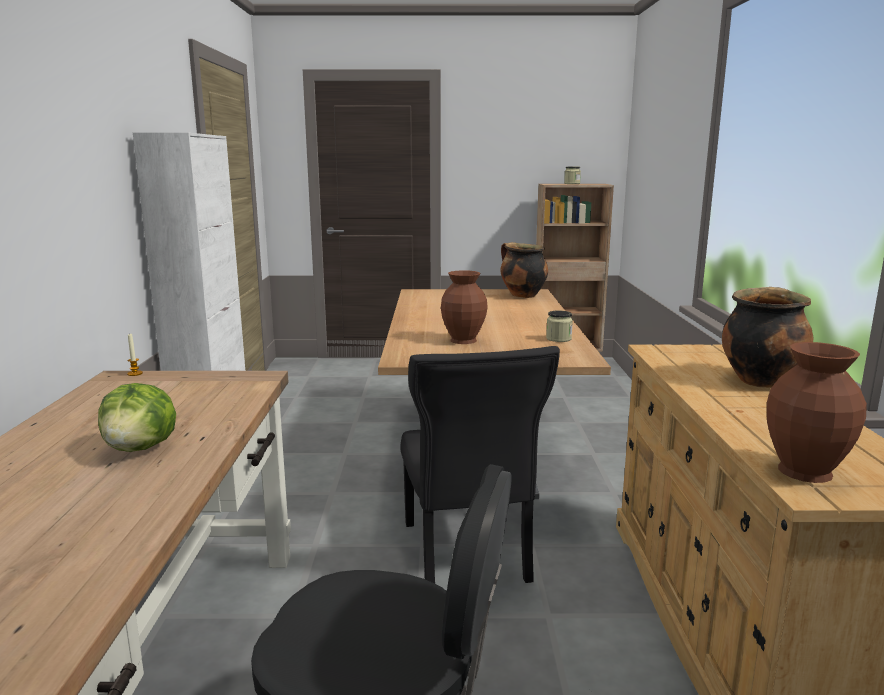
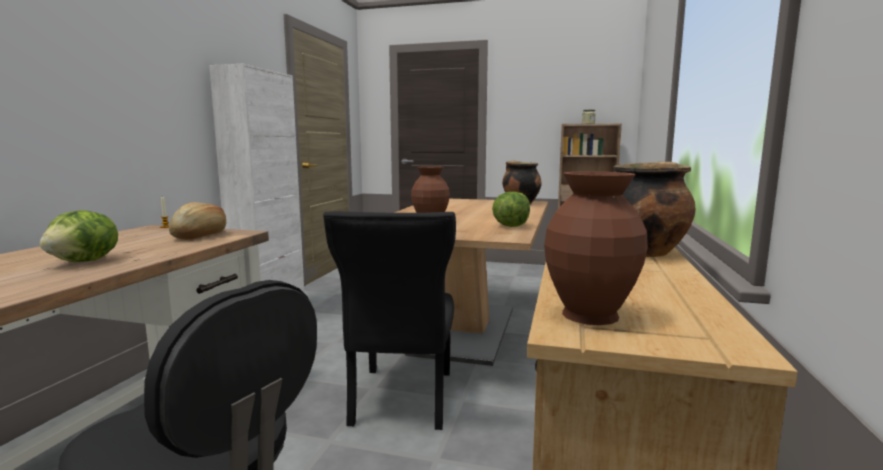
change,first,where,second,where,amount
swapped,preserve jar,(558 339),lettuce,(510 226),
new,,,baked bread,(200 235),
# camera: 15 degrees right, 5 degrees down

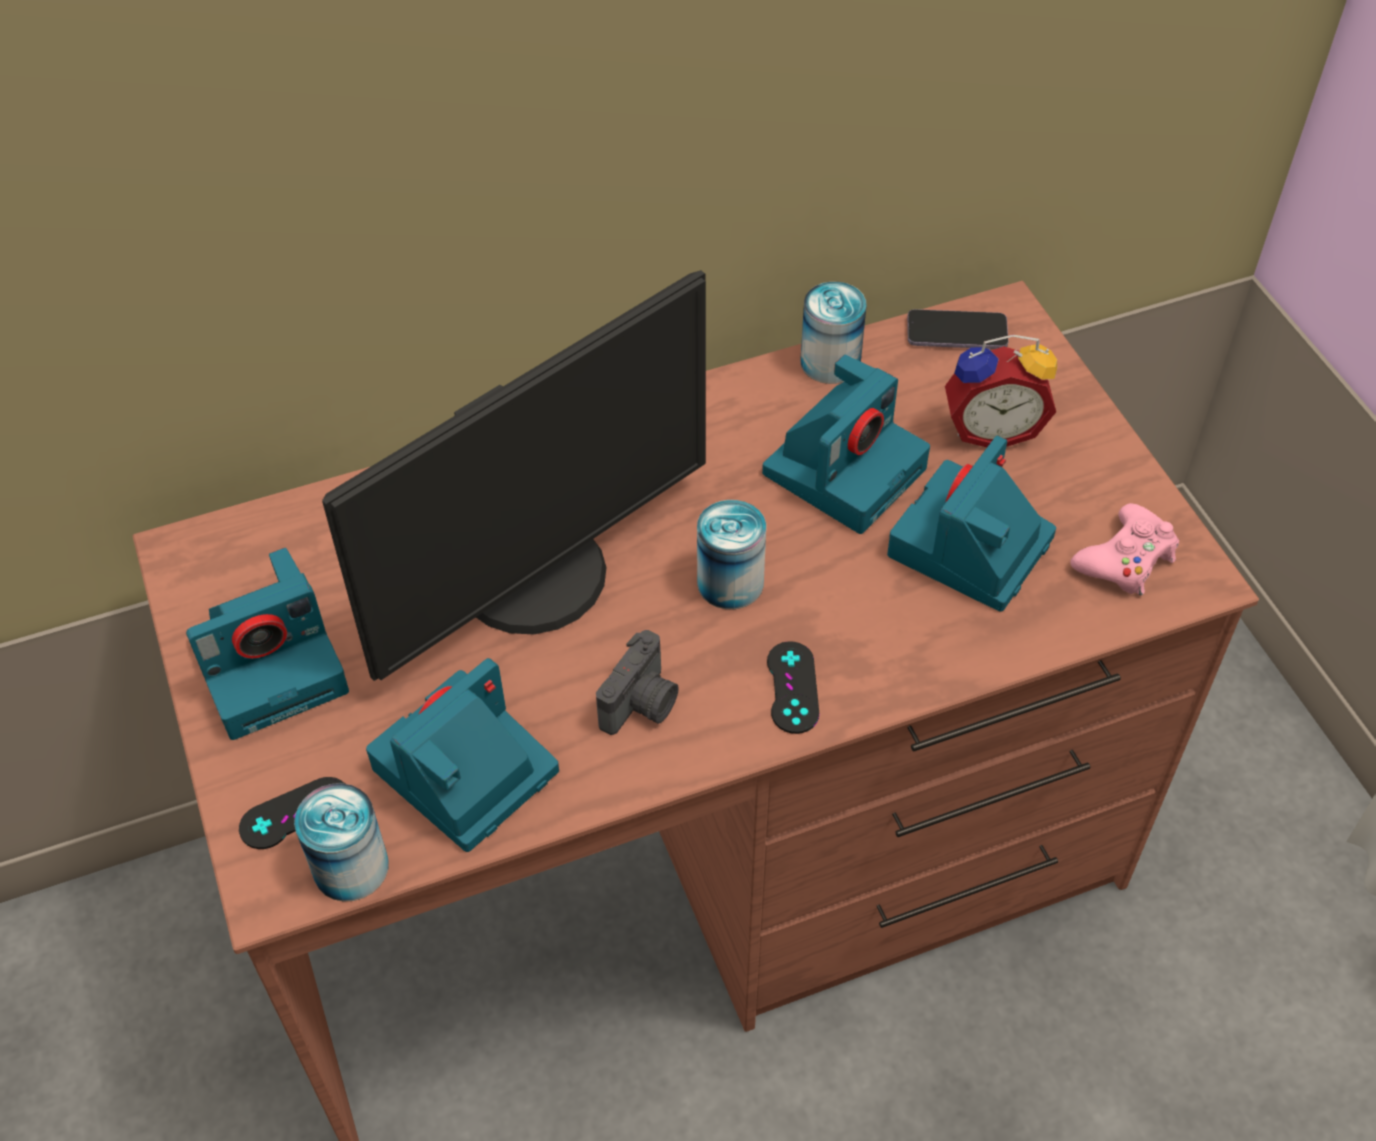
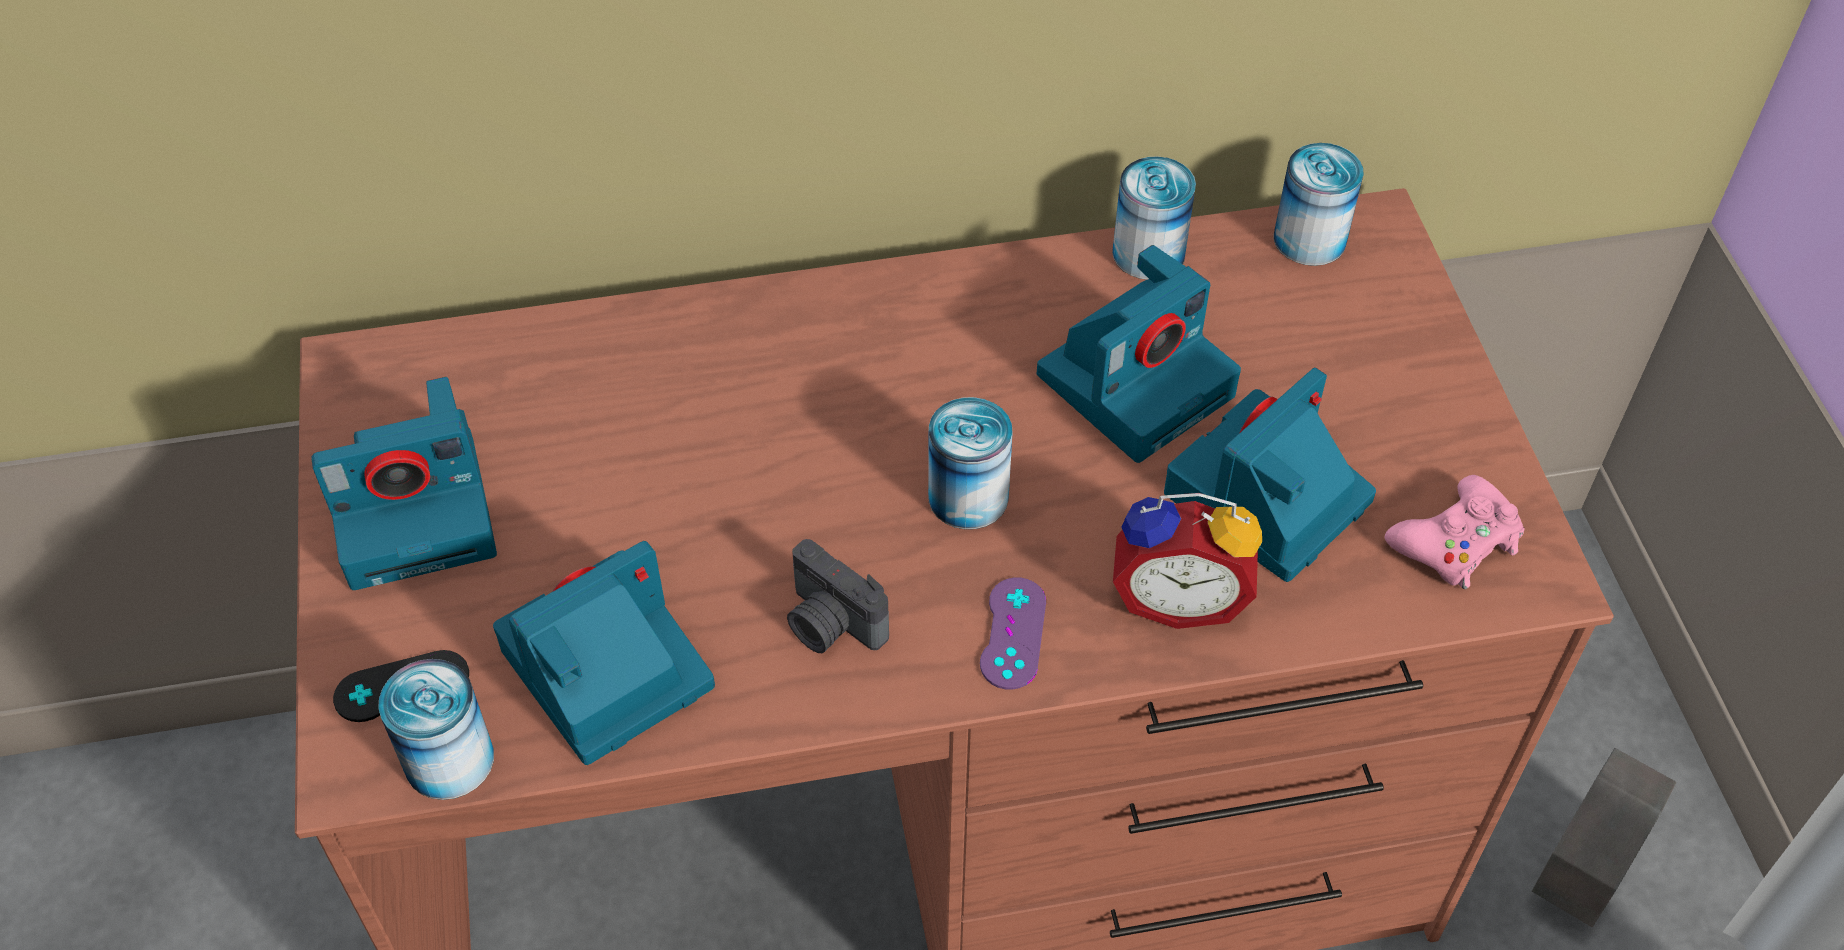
change,first,where,second,where,amount
gone,monitor,(537 579),,,
rotated,still camera,(642 704),,(830 624),90 degrees clockwise
repainted,gamepad (black),(792 687),gamepad (purplish),(1013 633),
swapped,handset,(956 332),sealed can,(1309 239),
shifted,alarm clock,(991 428),,(1178 597),
new,,,plant pot (greyish),(1579 876),
# camera: 10 degrees right, 0 degrees up

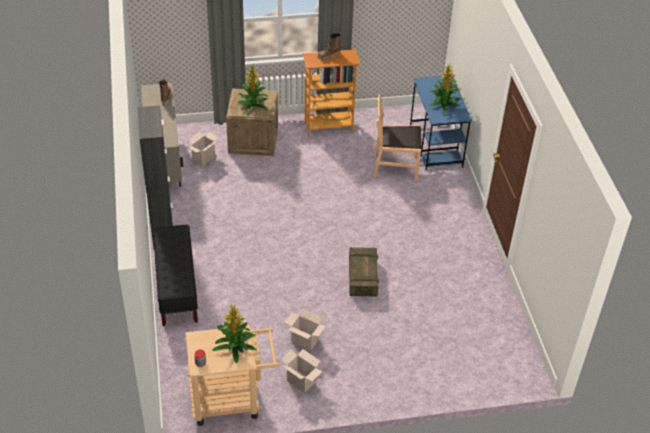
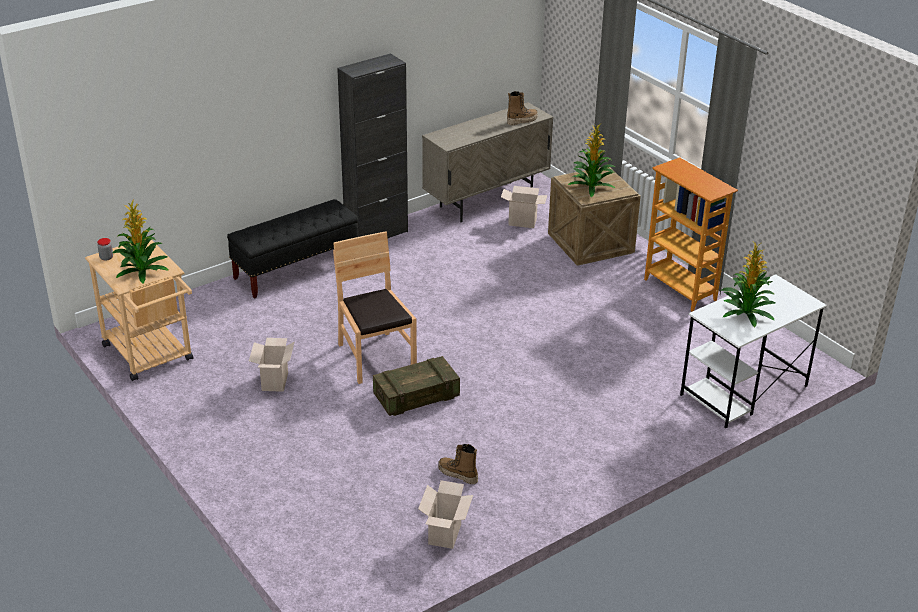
change,first,where,second,where,amount
shifted,packing box,(302 381),,(445 535),
shifted,high-top boot,(328 56),,(458 475),
shifted,upright chair (brown-coloured),(395 166),,(375 357),
repainted,desk table (blue-coloured),(436 146),desk table (whitish),(743 391),
# camera: 65 degrees right, 10 degrees down

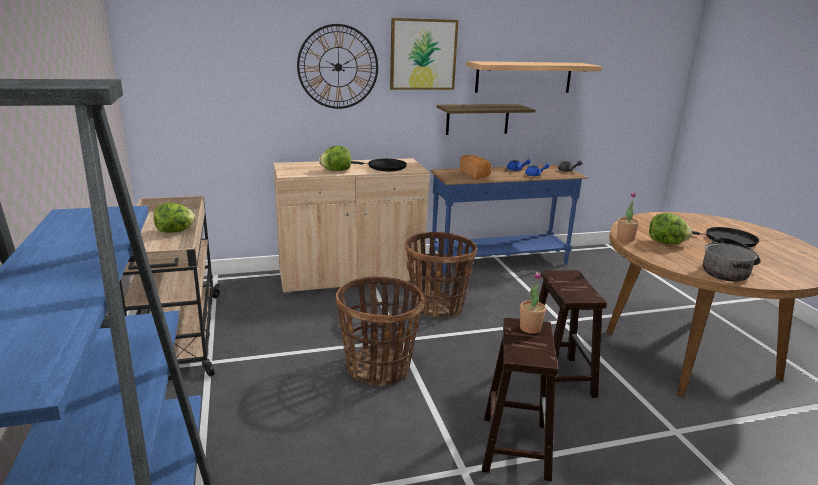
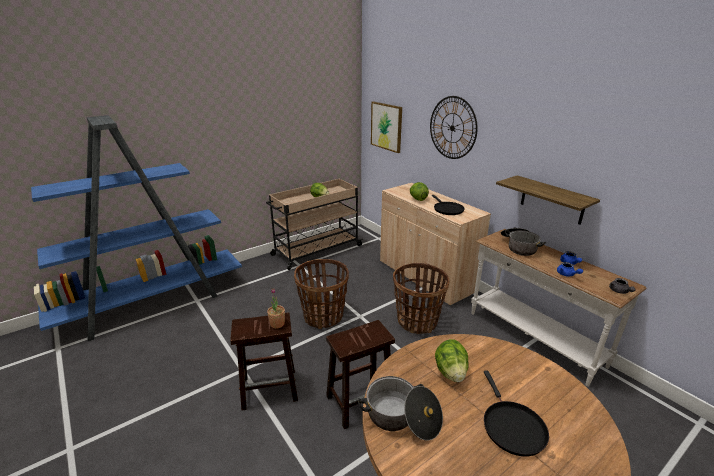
change,first,where,second,where,amount
shifted,picture,(423 54),,(386 126),
repainted,console table (blue-coloured),(499 262),console table (whitish),(533 339),
swapped,baked bread,(475 174),saucepot,(519 247),
gone,bracket shelf,(524 77),,,
gone,potted plant,(625 239),,,
# camera: 70 degrees right, 5 degrees up

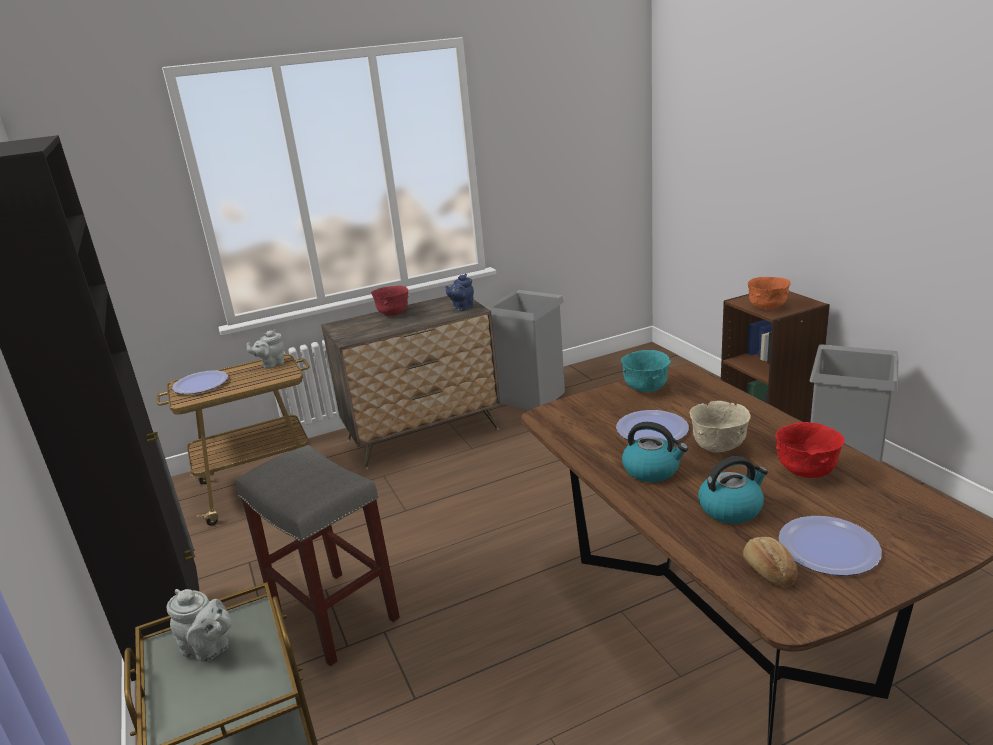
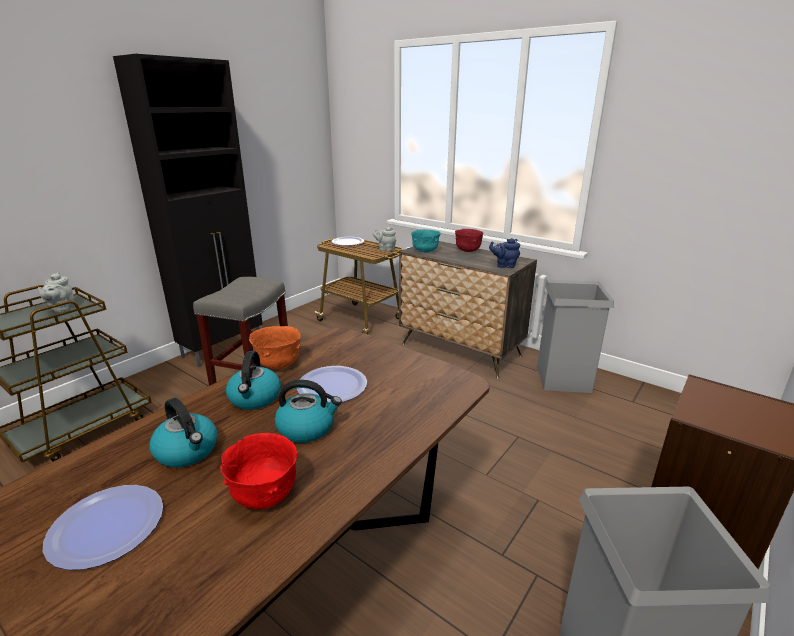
change,first,where,second,where,amount
shifted,serving bowl (blue-green),(645 389),,(425 251),
swapped,serving bowl (beige),(718 447),kettle,(307 428),
gone,baked bread,(768 571),,,
shifted,serving bowl (orange-coloured),(767 308),,(278 365),
# camera: 60 degrees right, 0 degrees up

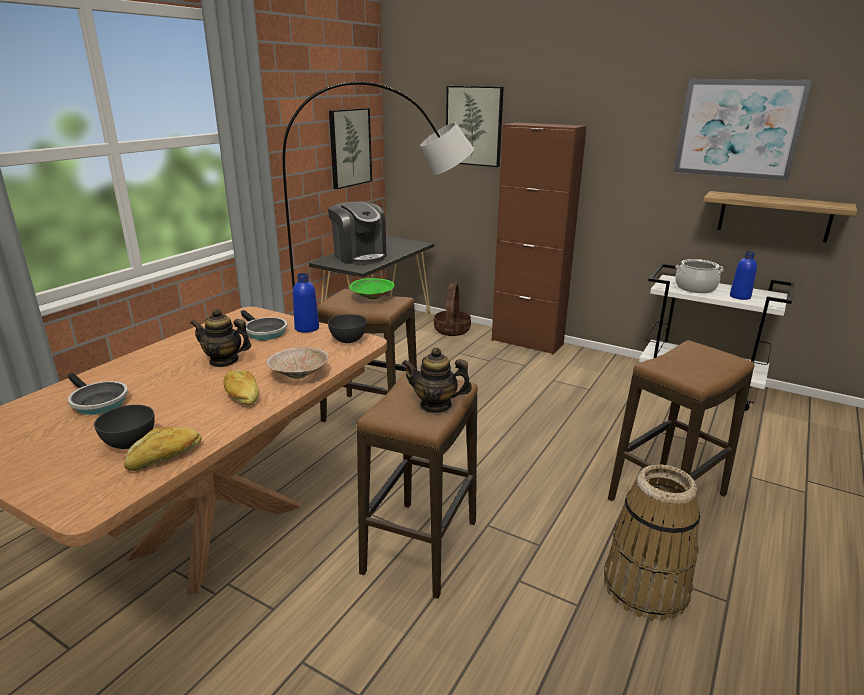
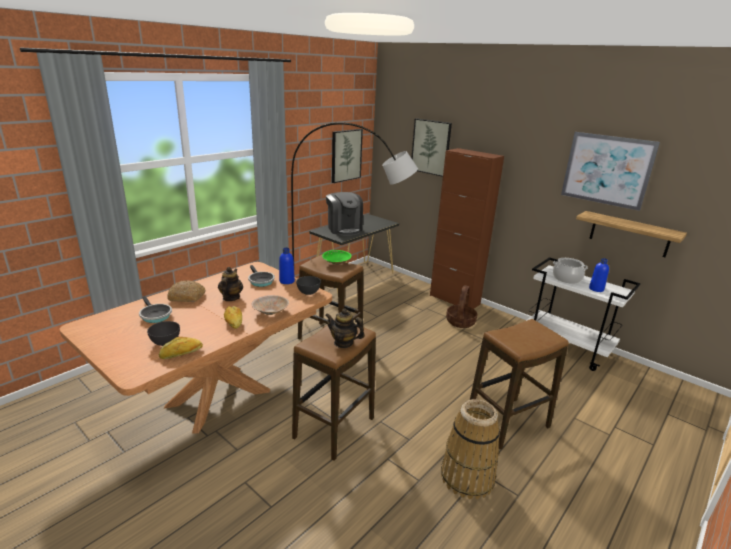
change,first,where,second,where,amount
rotated,tea pot,(224 361),,(231 298),75 degrees clockwise
shifted,household basket,(452 330),,(460 322),
new,,,baked bread,(187 296),
# camera: 10 degrees right, 0 degrees up

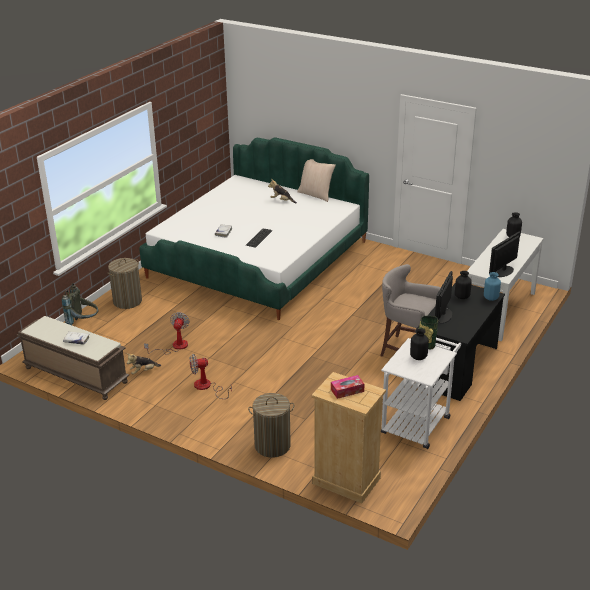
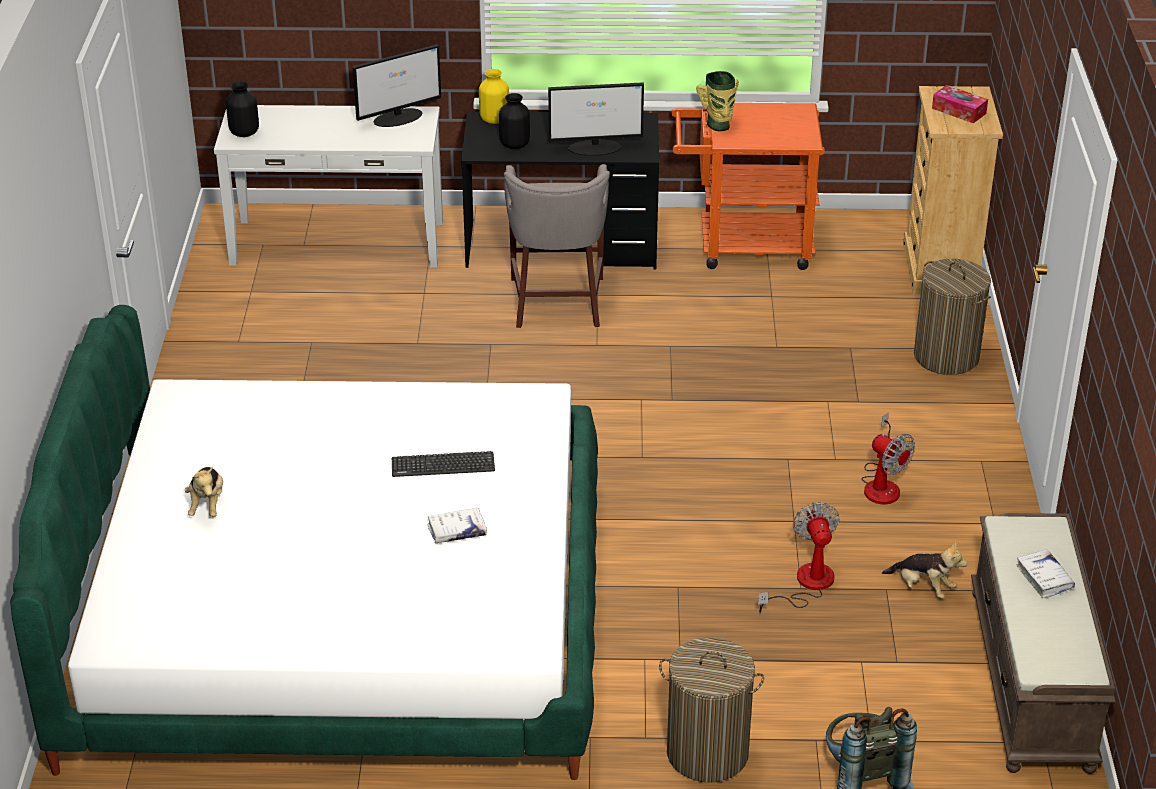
change,first,where,second,where,amount
rotated,cooling fan,(174 346),,(805 584),105 degrees clockwise
gone,throw pillow (beige),(316 194),,,
repainted,wheeled cart (whitish),(418 421),wheeled cart (orange-coloured),(743 246),
gone,flower vase (black),(418 357),,,
repainted,flower vase (blue-coloured),(491 298),flower vase (yellowish),(495 119),
rotated,monitor,(503 271),,(399 117),45 degrees counterclockwise
# camera: 120 degrees left, 5 degrees up

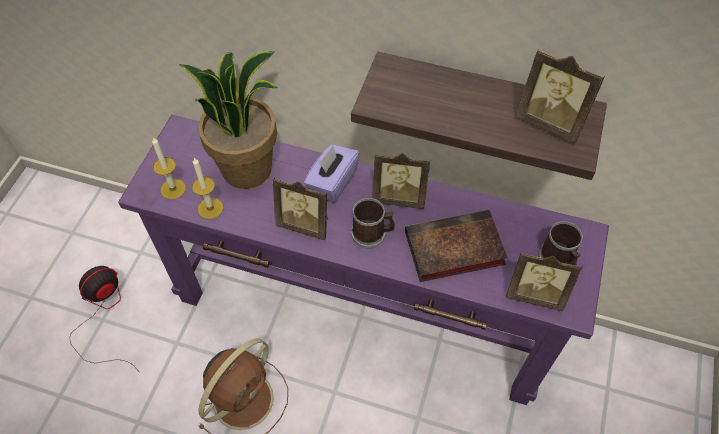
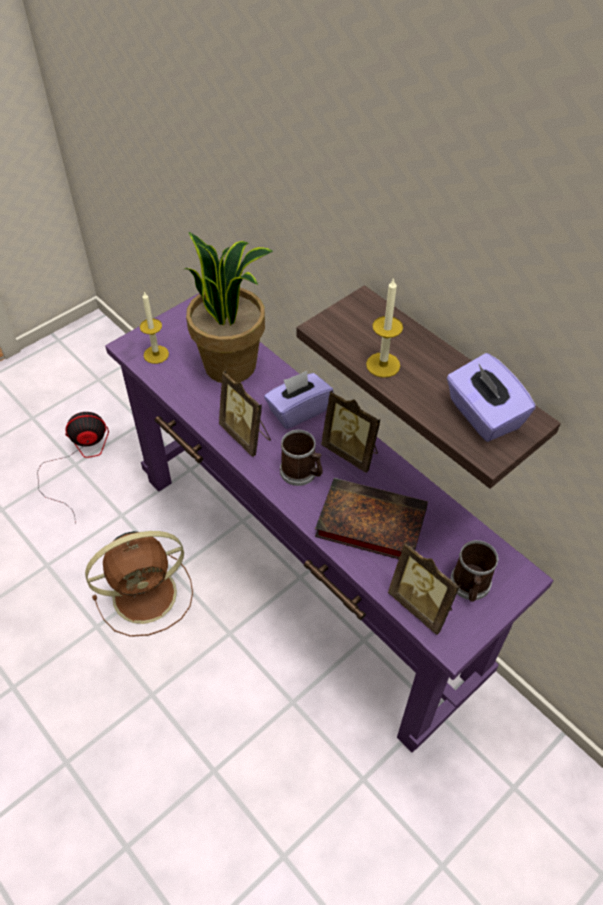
change,first,where,second,where,amount
shifted,wax candle,(210 208),,(383 365),
swapped,photo frame,(550 122),box of tissues (purplish),(483 415),
# camera: 30 degrees right, 5 degrees down

